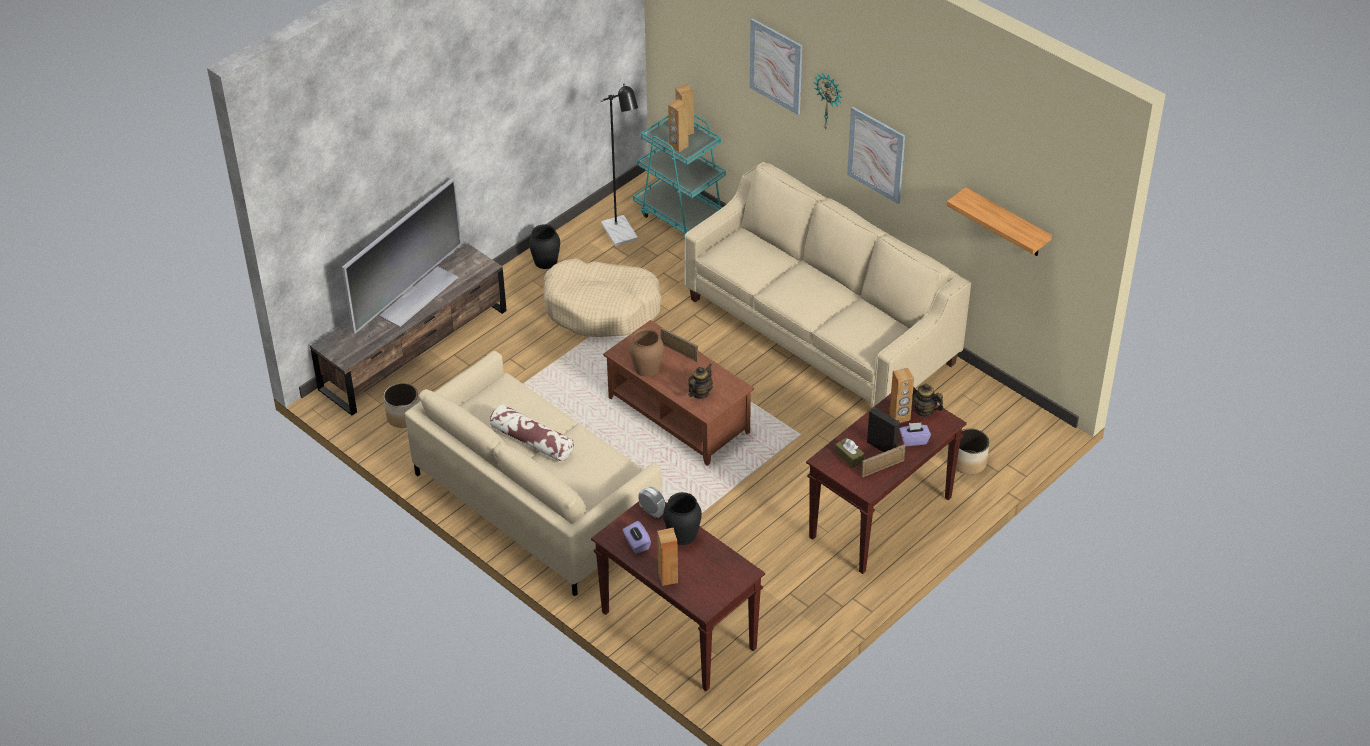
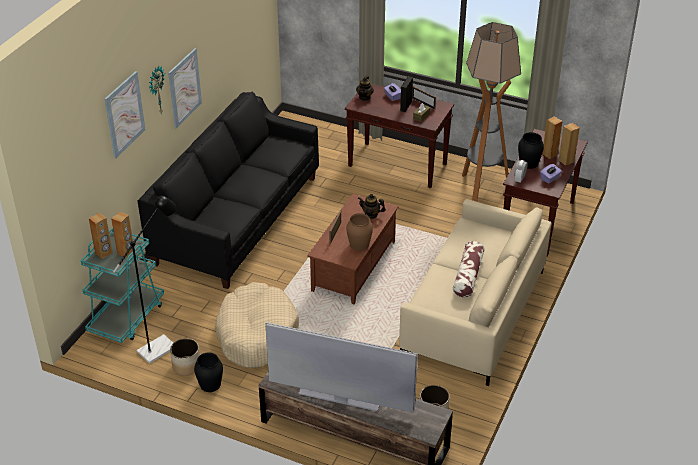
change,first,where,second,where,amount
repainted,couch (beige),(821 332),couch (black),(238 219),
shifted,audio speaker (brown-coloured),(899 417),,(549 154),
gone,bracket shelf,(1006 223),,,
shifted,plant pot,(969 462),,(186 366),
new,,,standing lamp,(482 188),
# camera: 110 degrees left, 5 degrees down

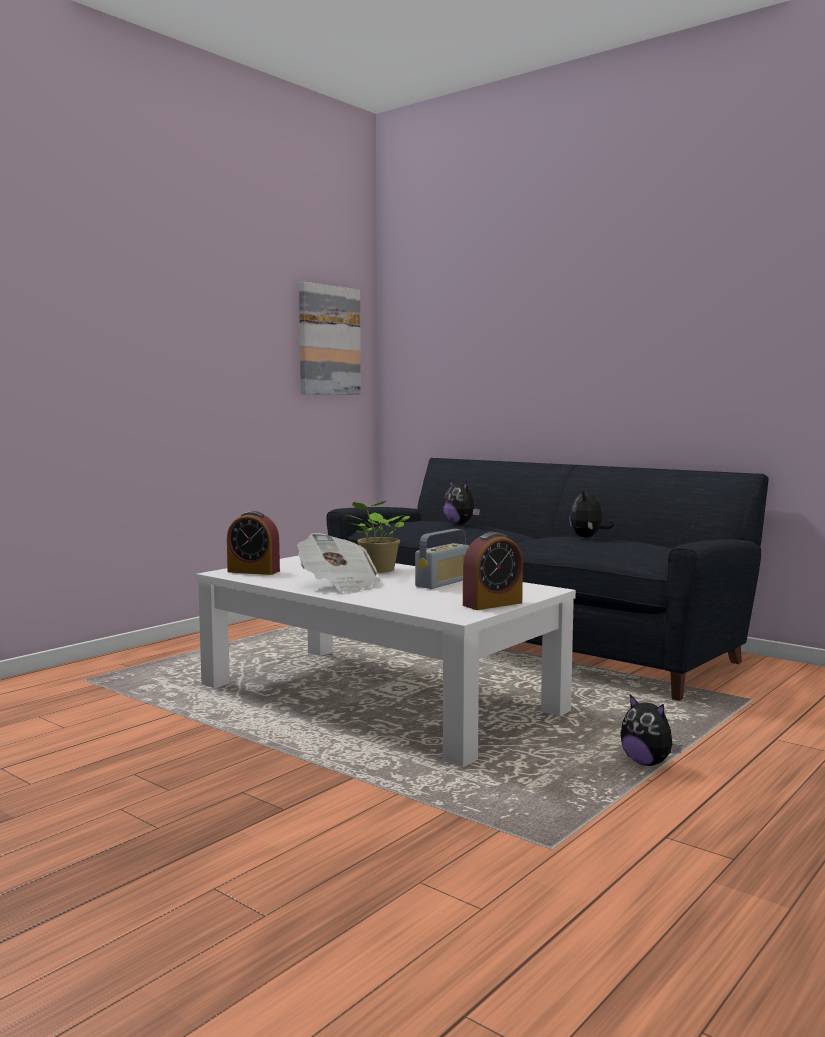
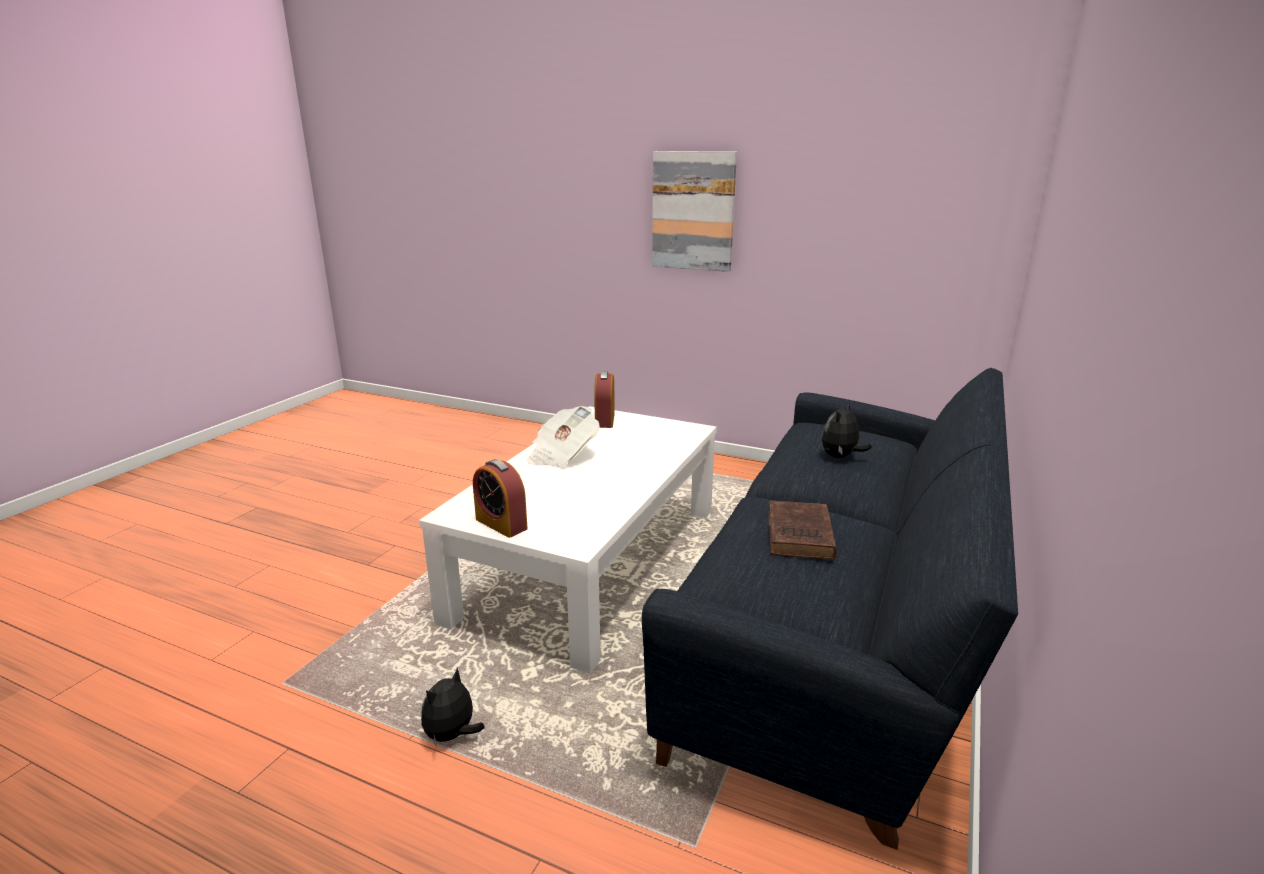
change,first,where,second,where,amount
shifted,picture,(328 340),,(693 211),
gone,potted plant,(377 570),,,
gone,radio,(442 583),,,
swapped,soft toy,(587 537),volume (brown-coloured),(800 536),
# camera: 75 degrees right, 15 degrees up

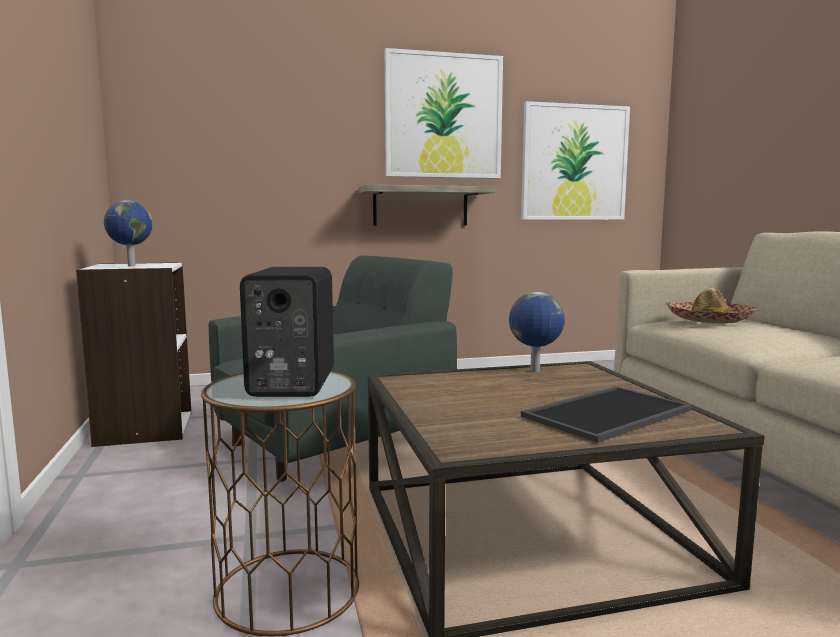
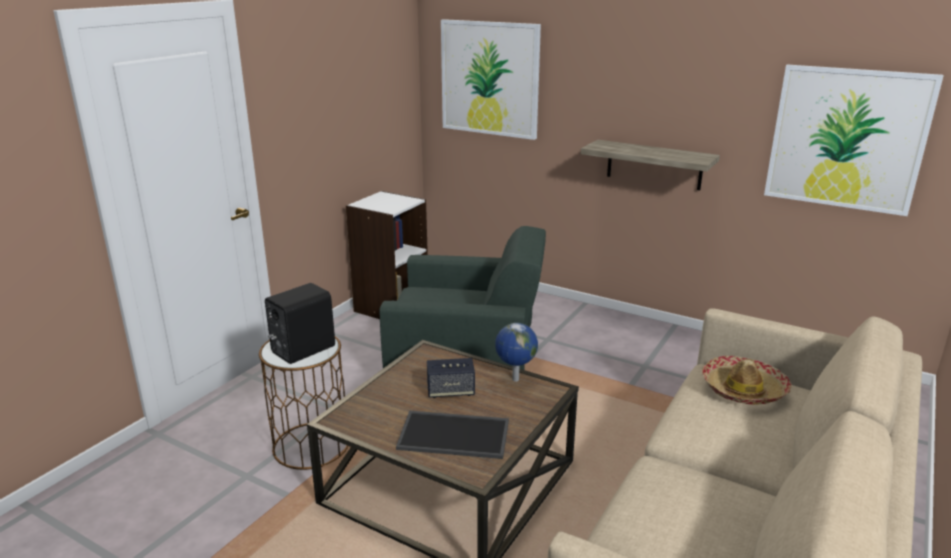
change,first,where,second,where,amount
gone,globe,(130 266),,,
shifted,picture,(443 116),,(490 78),
new,,,audio speaker,(450 391),
# camera: 45 degrees right, 15 degrees up

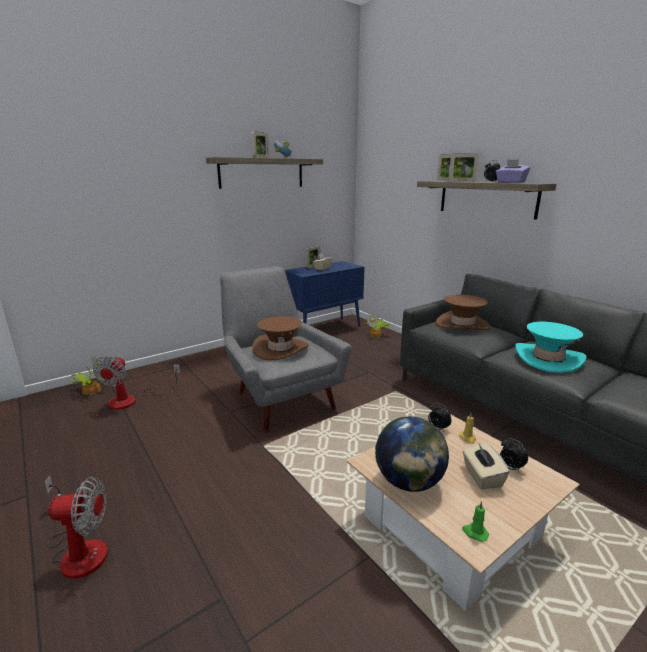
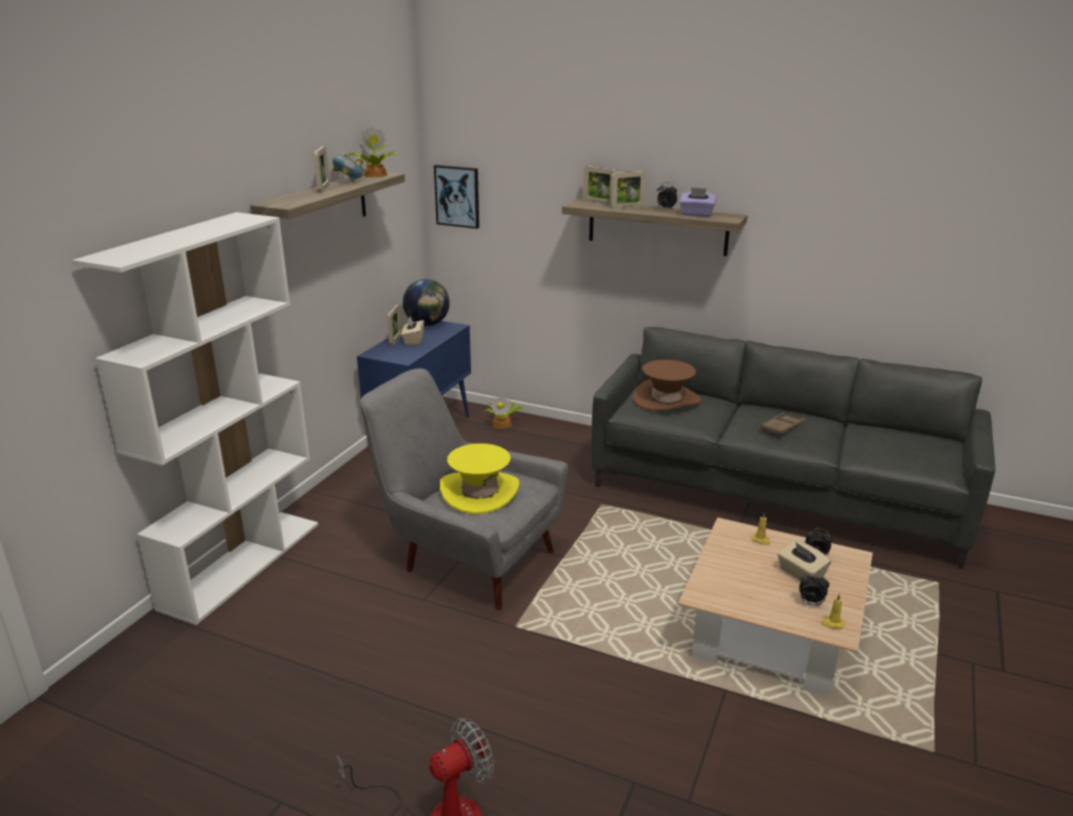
change,first,where,second,where,amount
shifted,potted plant,(90 390),,(374 175),
gone,cooling fan,(132 400),,,
repainted,hat (brown-coloured),(280 349),hat (yellowish),(479 492),
shifted,globe,(408 482),,(427 325),
shifted,alarm clock,(437 428),,(810 603),
repainted,wax candle (green),(474 532),wax candle (yellowish),(832 623),
swapped,hat (blue-green),(548 359),tray (brown-coloured),(782 427),
new,,,bookshelf (whitish),(242 563),
new,,,picture,(457 196),
# camera: 30 degrees left, 5 degrees up

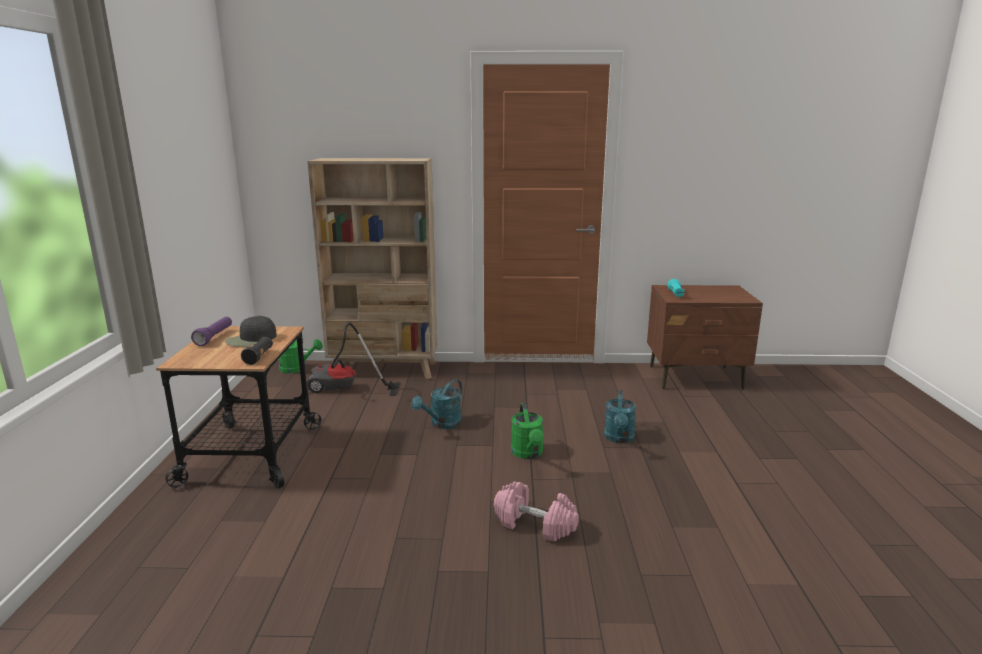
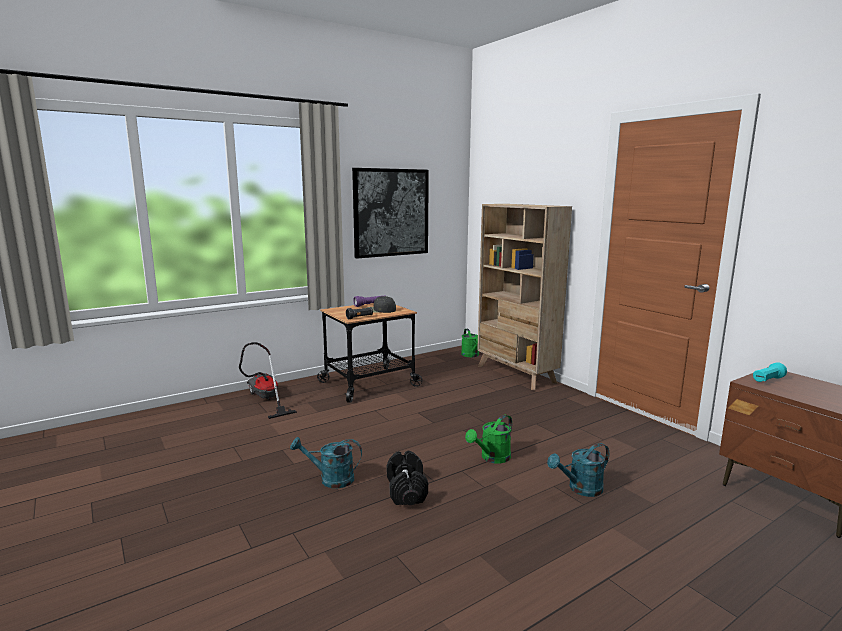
change,first,where,second,where,amount
shifted,vacuum cleaner,(345 390),,(265 400),
shifted,watering can (blue-green),(442 424),,(330 479),
repainted,hand weight (pinkish),(535 524),hand weight (black),(407 490),
new,,,picture,(391 212),
# camera: 55 degrees right, 5 degrees down

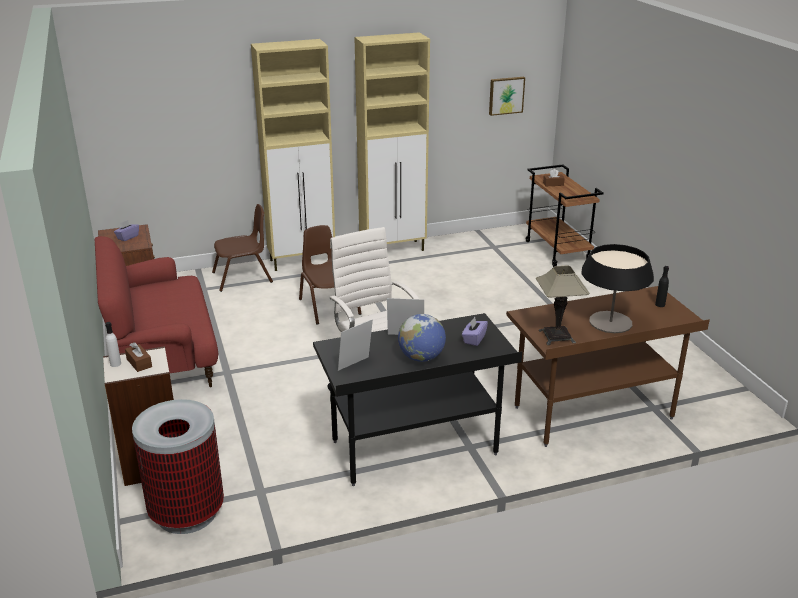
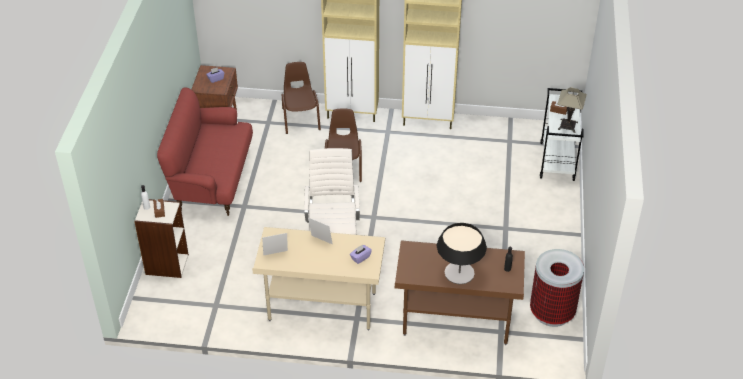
change,first,where,second,where,amount
shifted,waste bin,(186 513),,(551 312),
rotated,upright chair (brown-coloured),(242 278),,(300 119),105 degrees counterclockwise
repainted,desk table (black),(414 448),desk table (beige),(322 307),
gone,globe,(421 358),,,
gone,picture,(506 95),,,
repainted,wheeled cart (brown-coloured),(558 251),wheeled cart (whitish),(557 162),
shifted,tabletop lamp,(556 336),,(567 125),
# camera: 25 degrees right, 15 degrees up

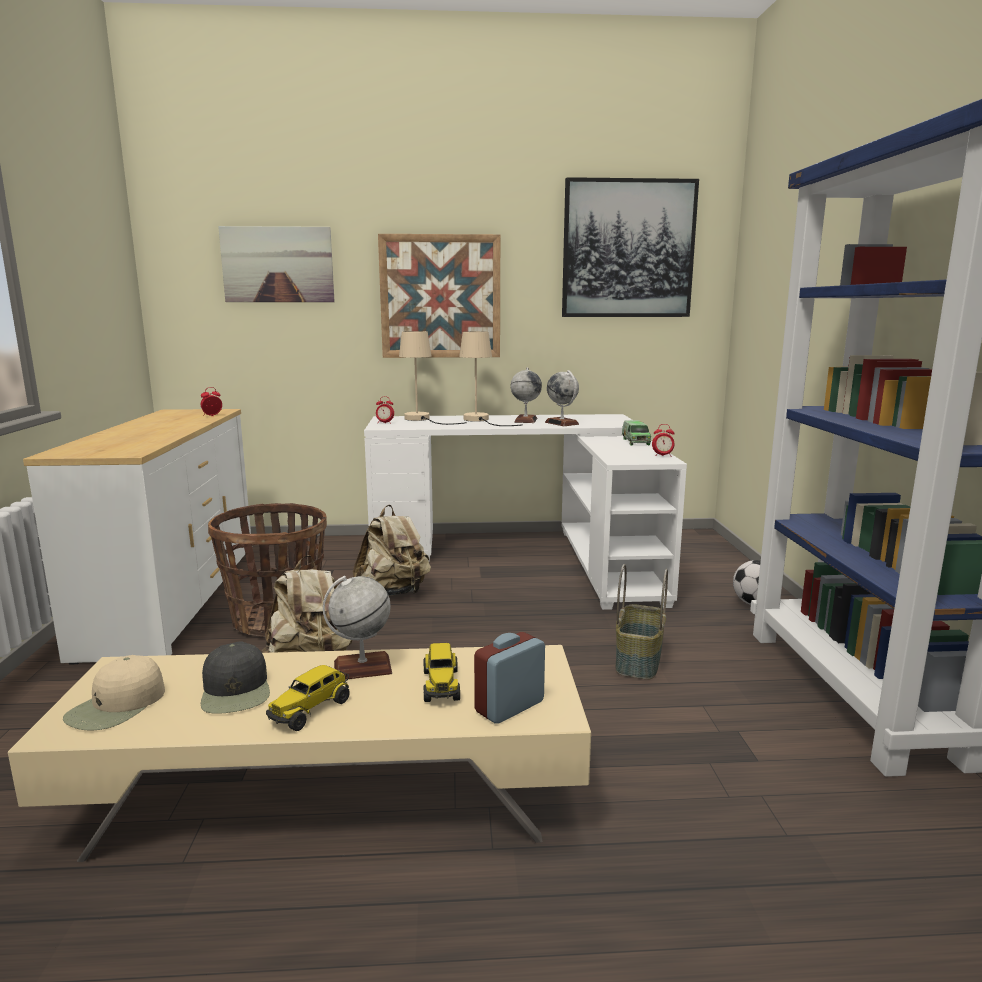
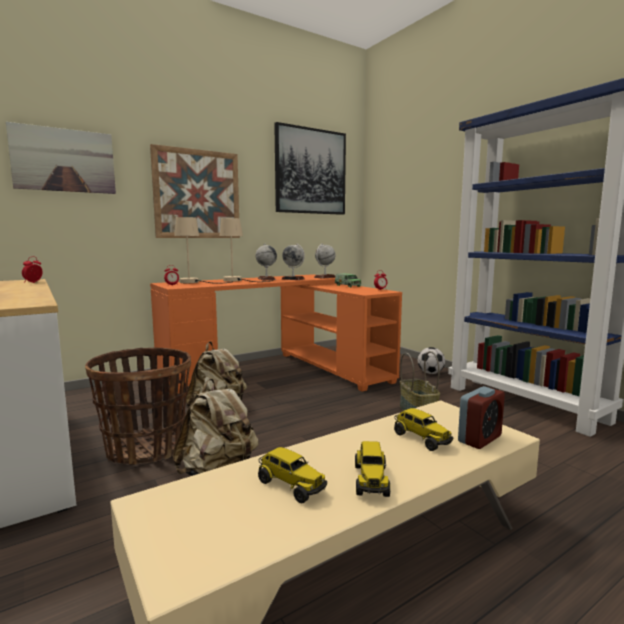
change,first,where,second,where,amount
gone,peaked cap (beige),(117 705),,,
swapped,peaked cap (black),(236 690),model truck,(290 485),
shifted,globe,(362 668),,(325 277),
repainted,desk table (whitish),(531 555),desk table (orange-coloured),(280 370),
rotated,alarm clock,(509 706),,(479 439),150 degrees counterclockwise
# camera: 30 degrees left, 5 degrees down

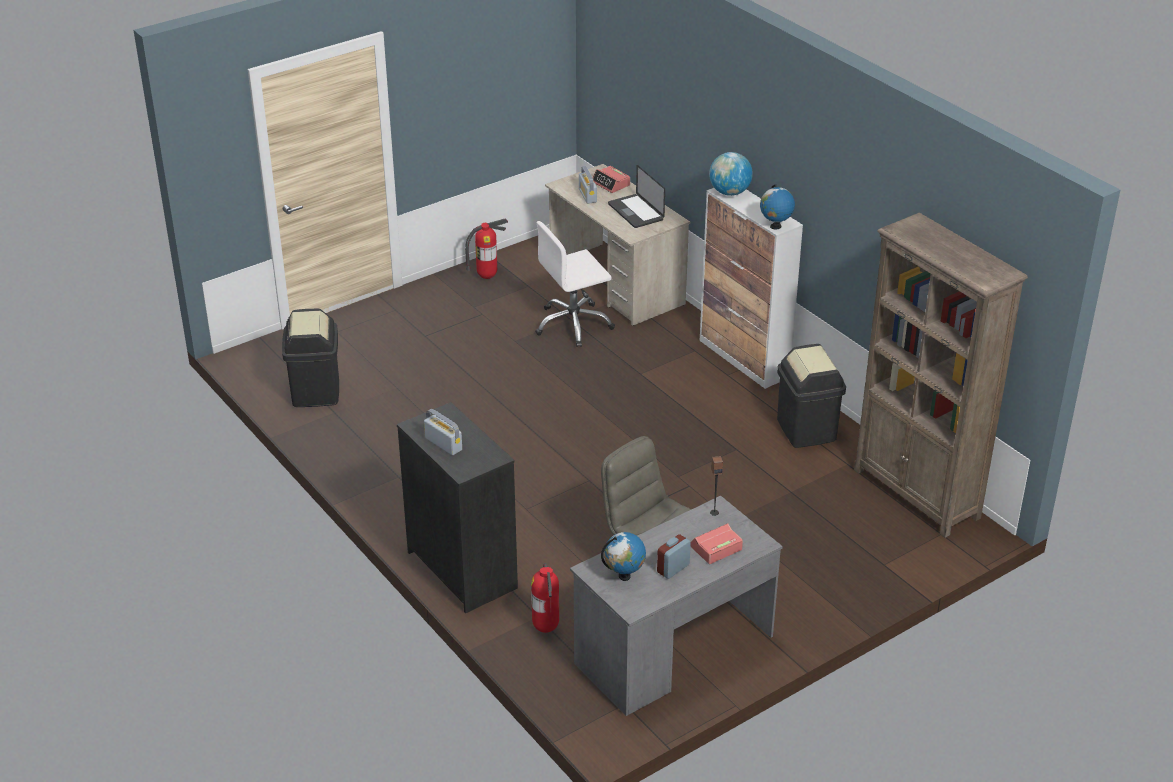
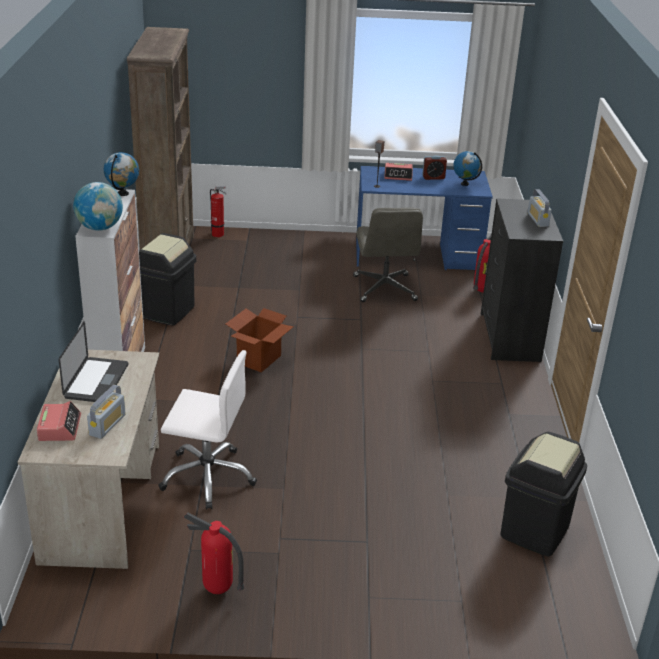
change,first,where,second,where,amount
repainted,desk table (greyish),(673 650),desk table (blue-coloured),(417 256),
new,,,fire extinguisher,(219 235),
new,,,packing box,(259 359),
# camera: 145 degrees left, 5 degrees down

